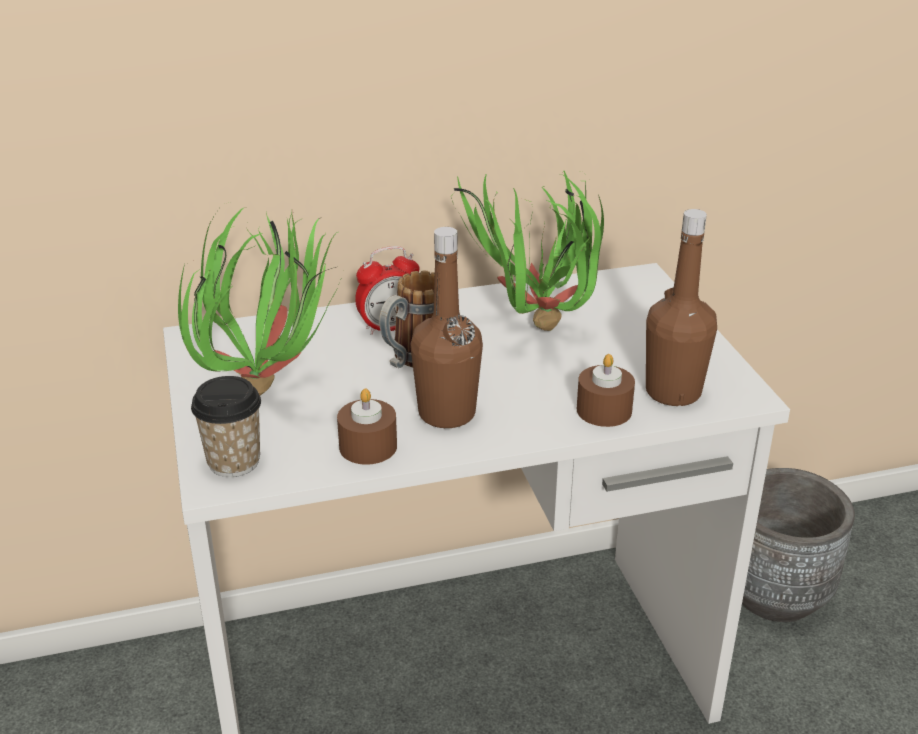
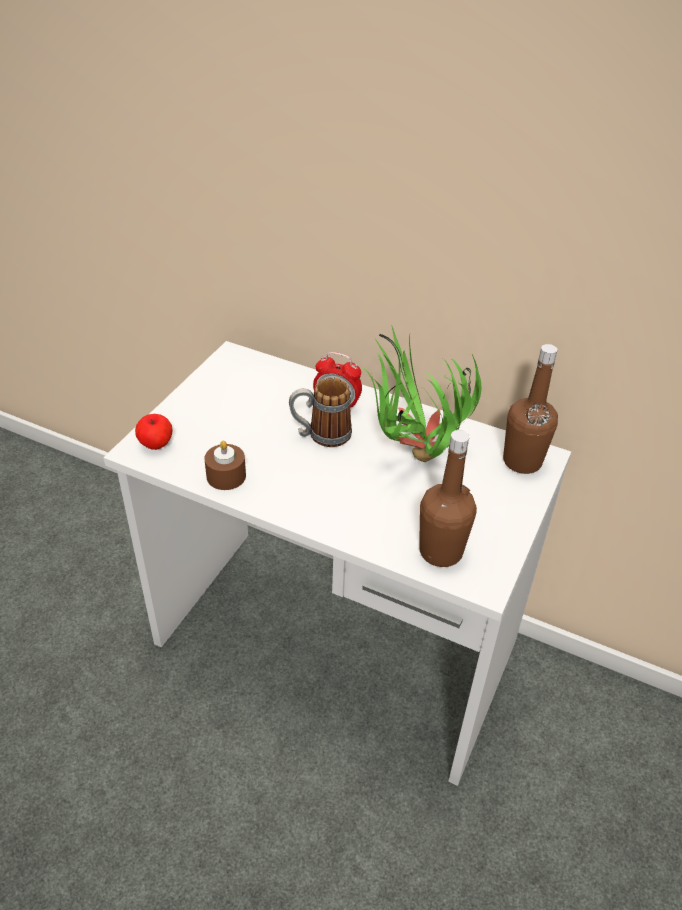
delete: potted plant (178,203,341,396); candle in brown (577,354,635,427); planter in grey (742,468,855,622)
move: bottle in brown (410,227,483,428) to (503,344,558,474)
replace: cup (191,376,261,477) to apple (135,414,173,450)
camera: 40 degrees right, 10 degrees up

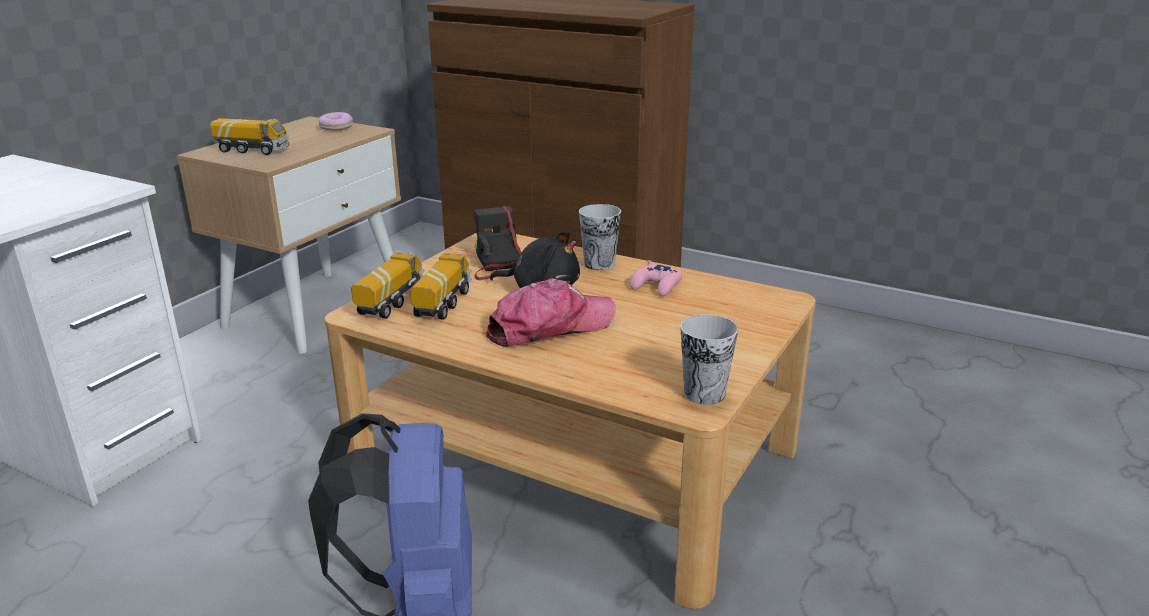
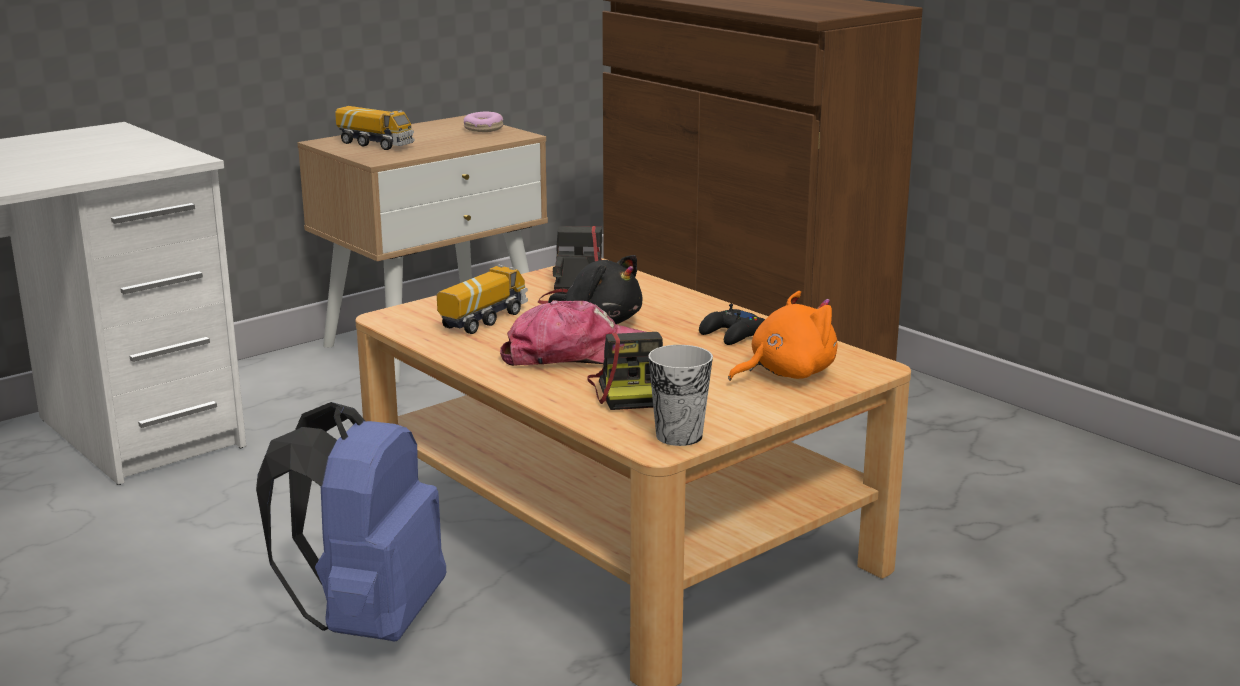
delete: toy truck (351,251,425,319); cup (579,204,621,270)
insert: photo camera (587,332,663,410); plush toy in orange (728,291,838,381)
recolor: game controller in pink (630,260,682,296) to game controller in black (699,304,765,345)
camera: 20 degrees right, 5 degrees down

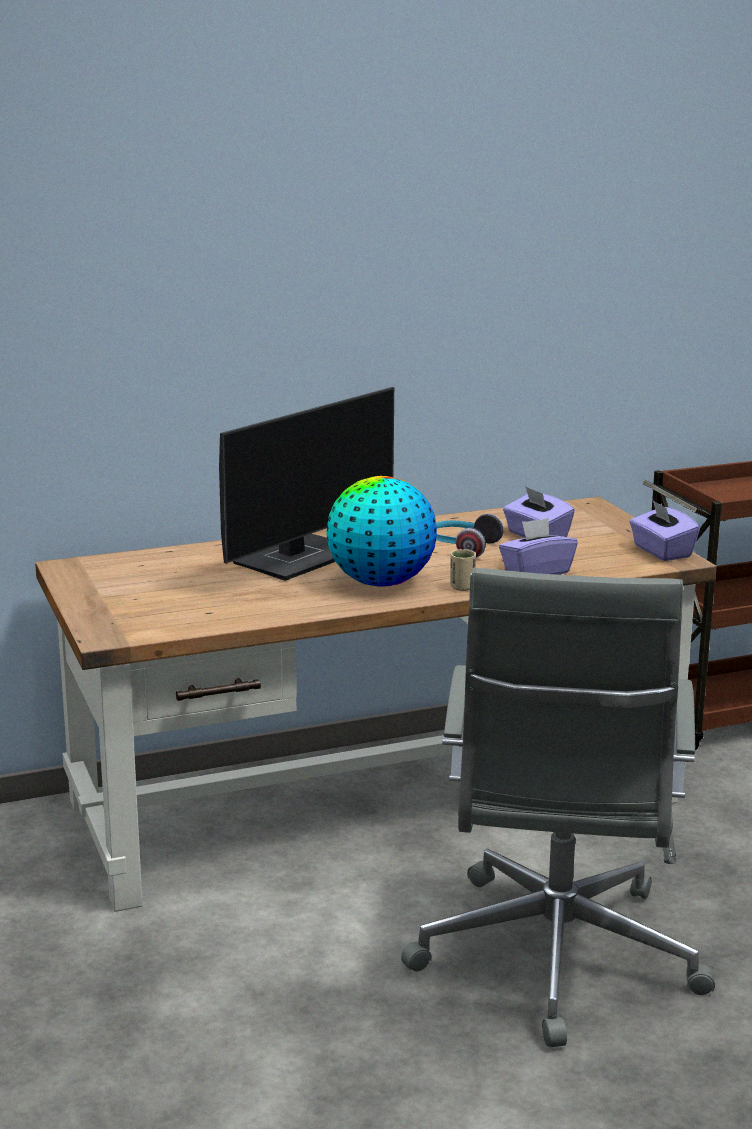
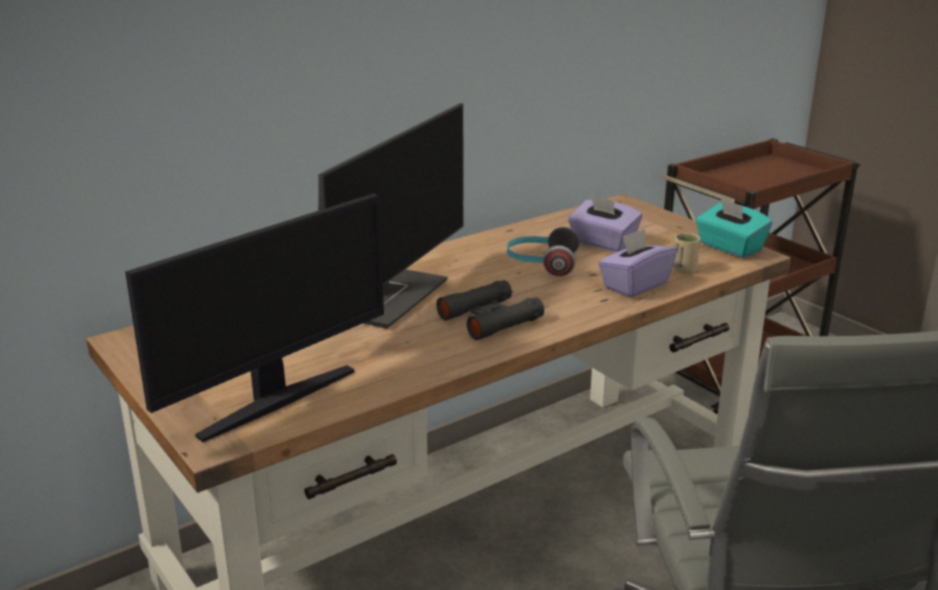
insert: monitor (125,193,384,442)
move: cup in beige (450,549,476,591) to (673,233,700,274)
replace: globe (326,476,437,587) to binoculars in black (436,280,544,340)
recolor: tissue box in purple (630,499,700,561) to tissue box in turquoise (696,197,773,258)
camera: 15 degrees left, 5 degrees up

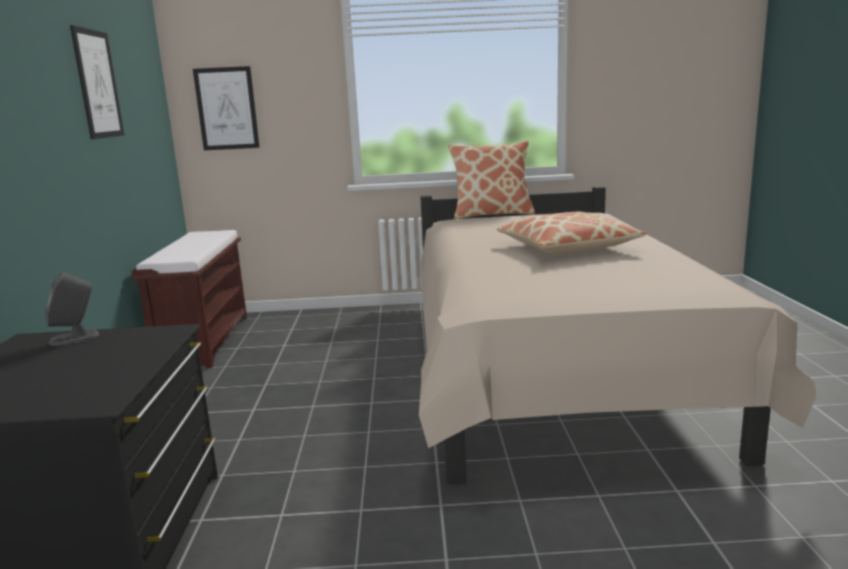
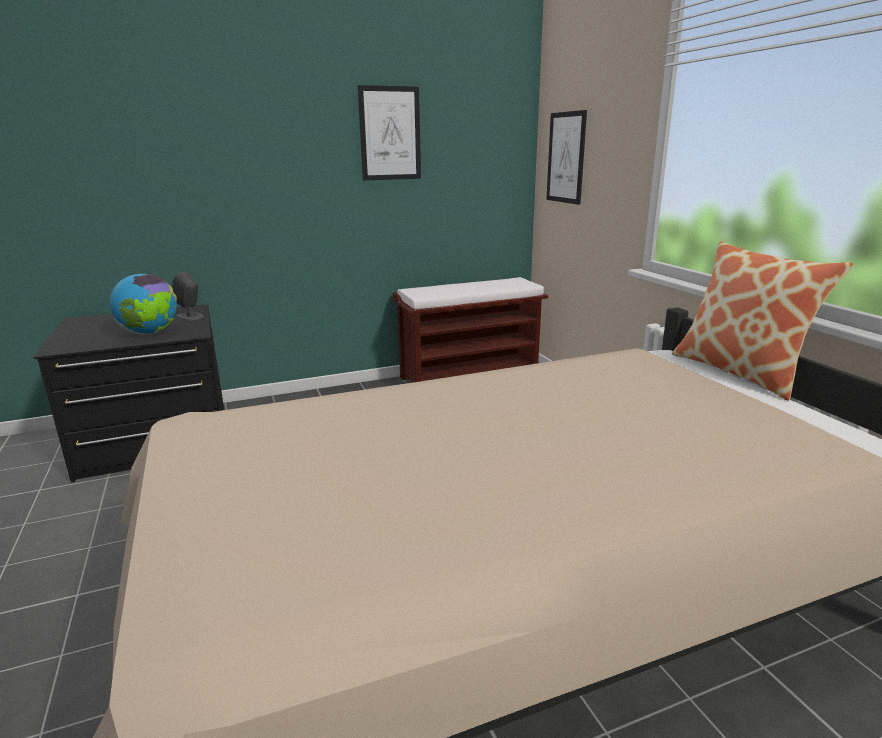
delete: pillow (497,212,646,254)
insert: globe (110,274,177,335)
camera: 70 degrees right, 5 degrees up

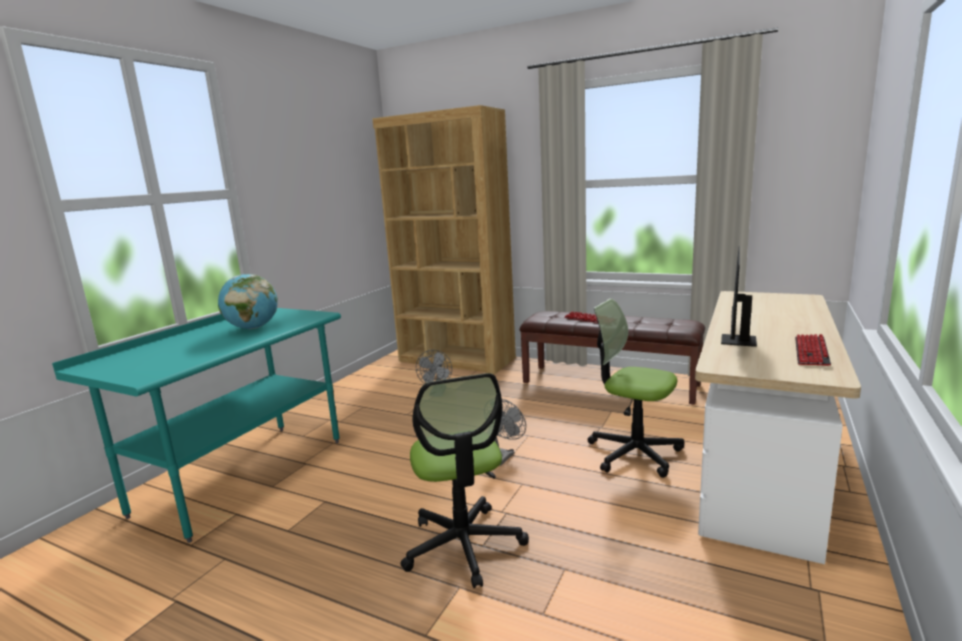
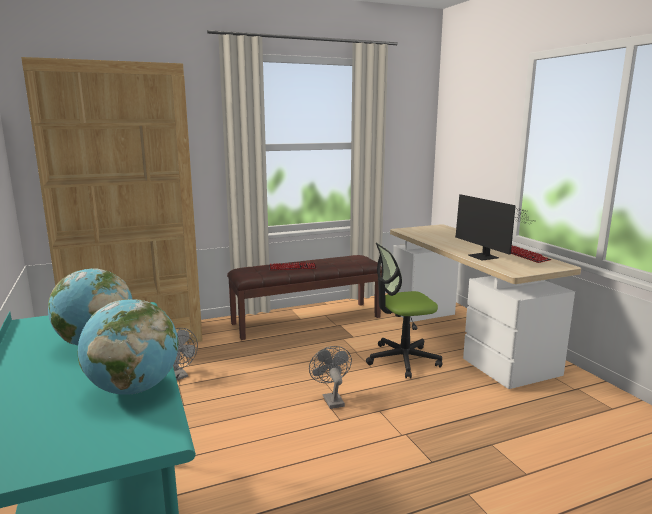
delete: office chair (400,373,529,588)
insert: globe (77,299,179,395)
camera: 50 degrees left, 0 degrees up

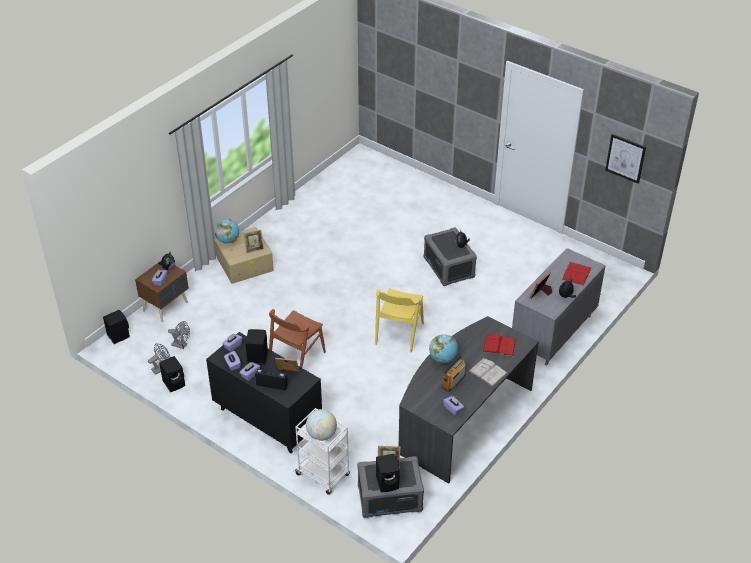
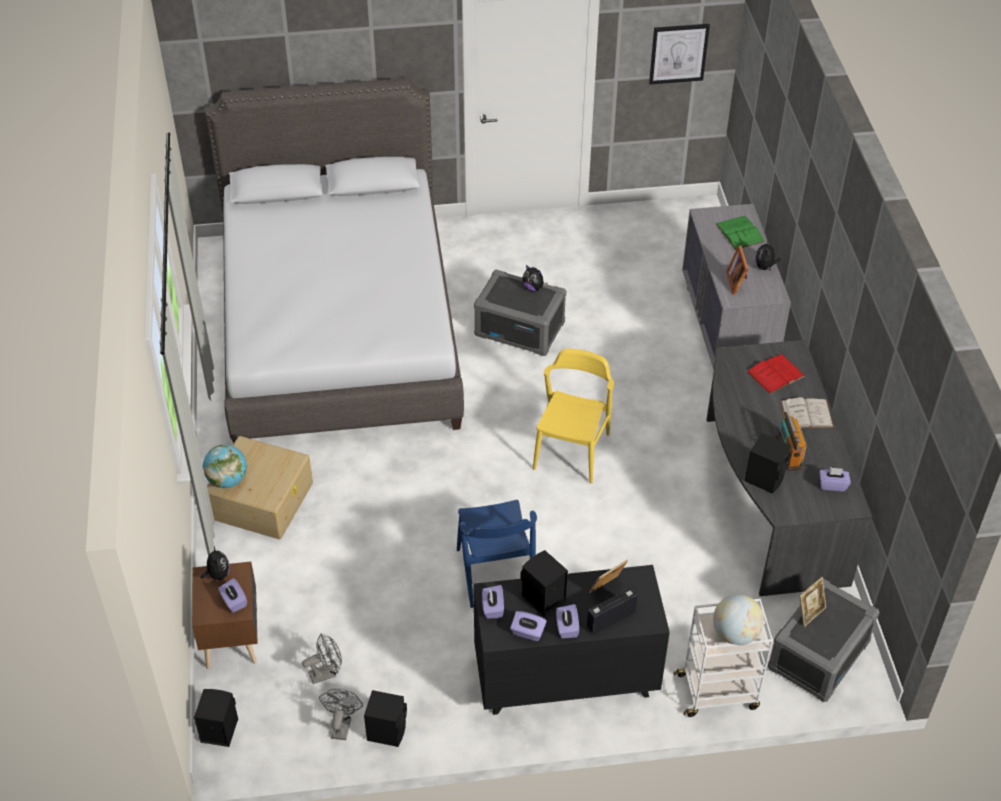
delete: picture frame (243,230,264,253); globe (429,334,458,363)
insert: bed in grey (205,78,464,443)
move: speaker in black (376,454,400,492) to (745,433,791,494)
recolor: chair in brown (269,309,326,368) to chair in blue (457,500,537,608); book in red (562,262,591,286) to book in green (716,216,765,250)
rotate: chair in yellow (375,288,424,352) = (533,349,614,484) 135 degrees counterclockwise
camera: 45 degrees left, 5 degrees up

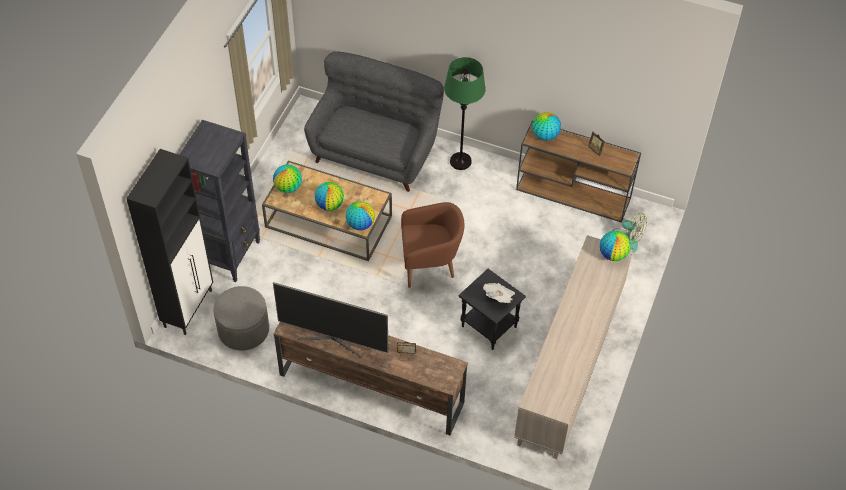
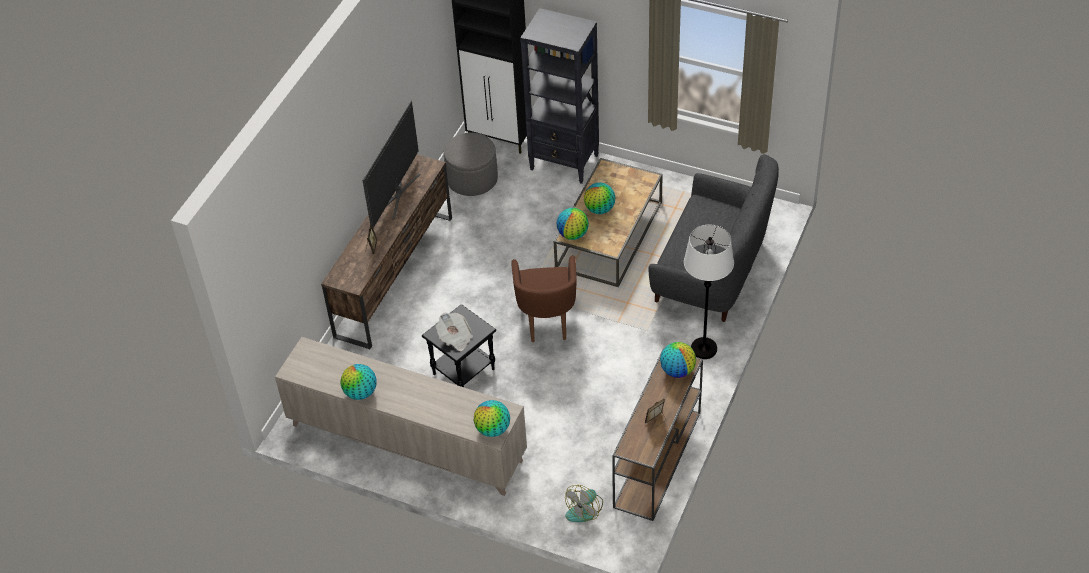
move: globe (273,164,302,193) to (341,364,377,400)
recolor: floor lamp in green (444,57,486,170) to floor lamp in white (684,225,734,359)
camera: 95 degrees right, 5 degrees down

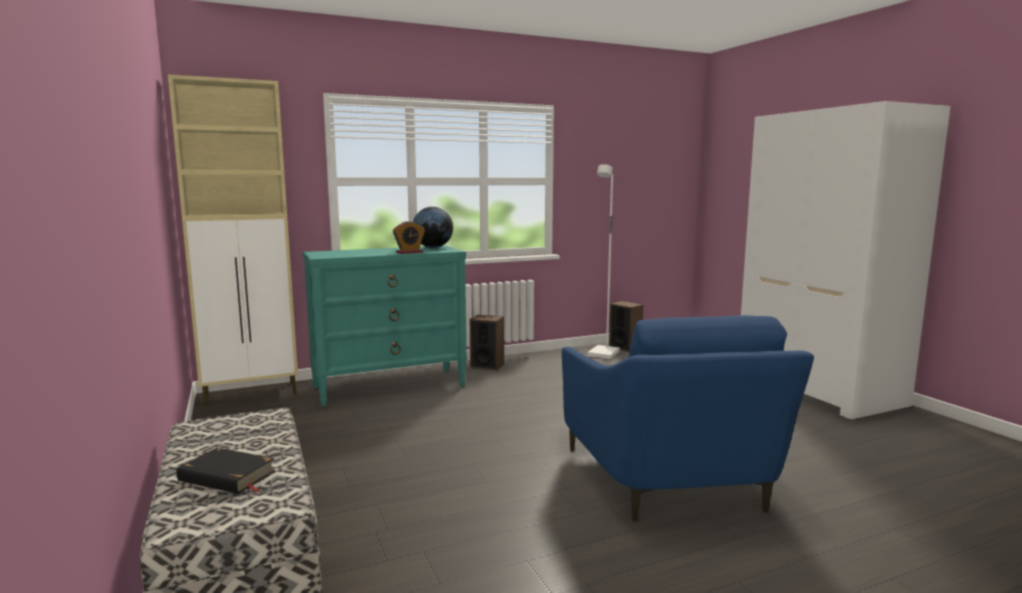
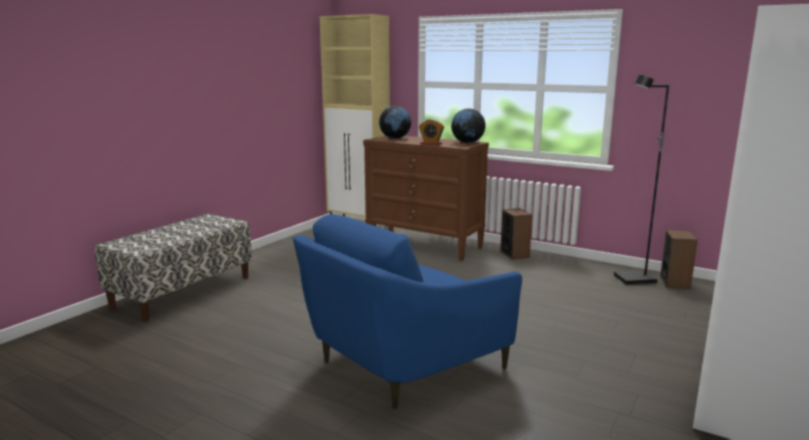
delete: book in black (177,448,275,494)
insert: globe (379,106,411,139)
recolor: dresser in turquoise (303,246,467,406) to dresser in brown (363,136,489,261); floor lamp in white (588,164,620,359) to floor lamp in black (614,75,669,285)
camera: 55 degrees right, 5 degrees up

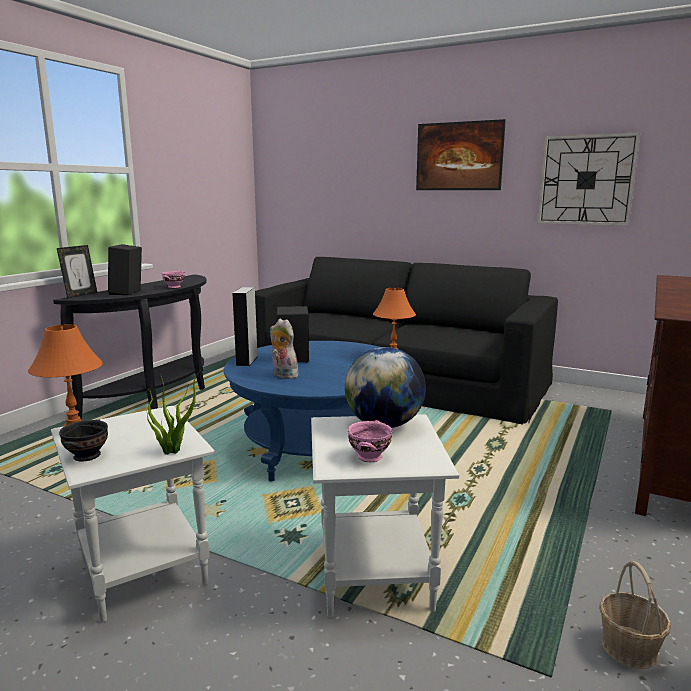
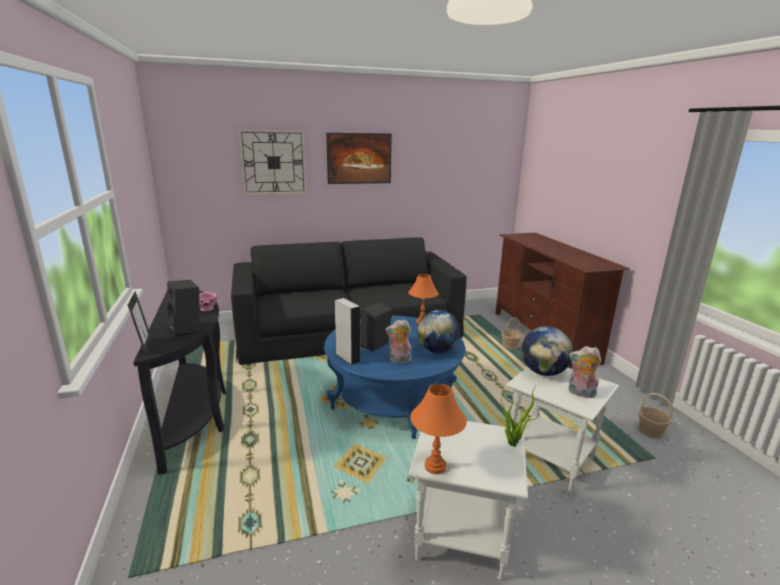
delete: bowl in black (59,419,108,462)
insert: globe (417,310,461,353); basket (501,318,523,349)
move: wall clock (537,132,640,226) to (238,129,307,195)
replace: bowl in pink (348,420,393,462) to plush toy (568,346,602,398)
camera: 45 degrees left, 5 degrees up

